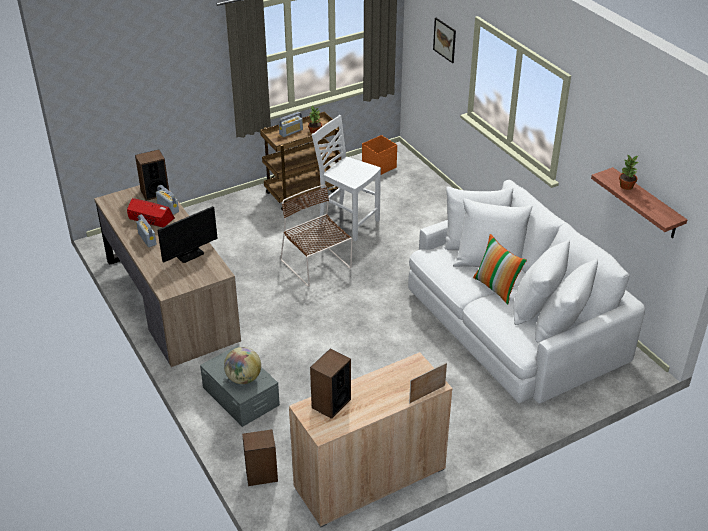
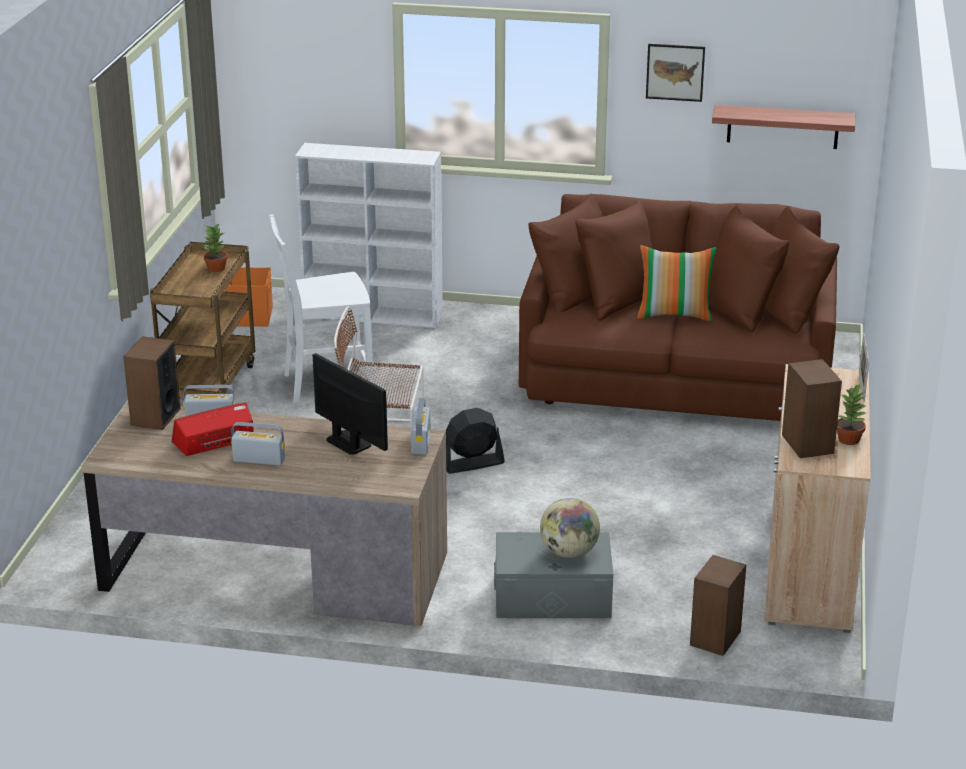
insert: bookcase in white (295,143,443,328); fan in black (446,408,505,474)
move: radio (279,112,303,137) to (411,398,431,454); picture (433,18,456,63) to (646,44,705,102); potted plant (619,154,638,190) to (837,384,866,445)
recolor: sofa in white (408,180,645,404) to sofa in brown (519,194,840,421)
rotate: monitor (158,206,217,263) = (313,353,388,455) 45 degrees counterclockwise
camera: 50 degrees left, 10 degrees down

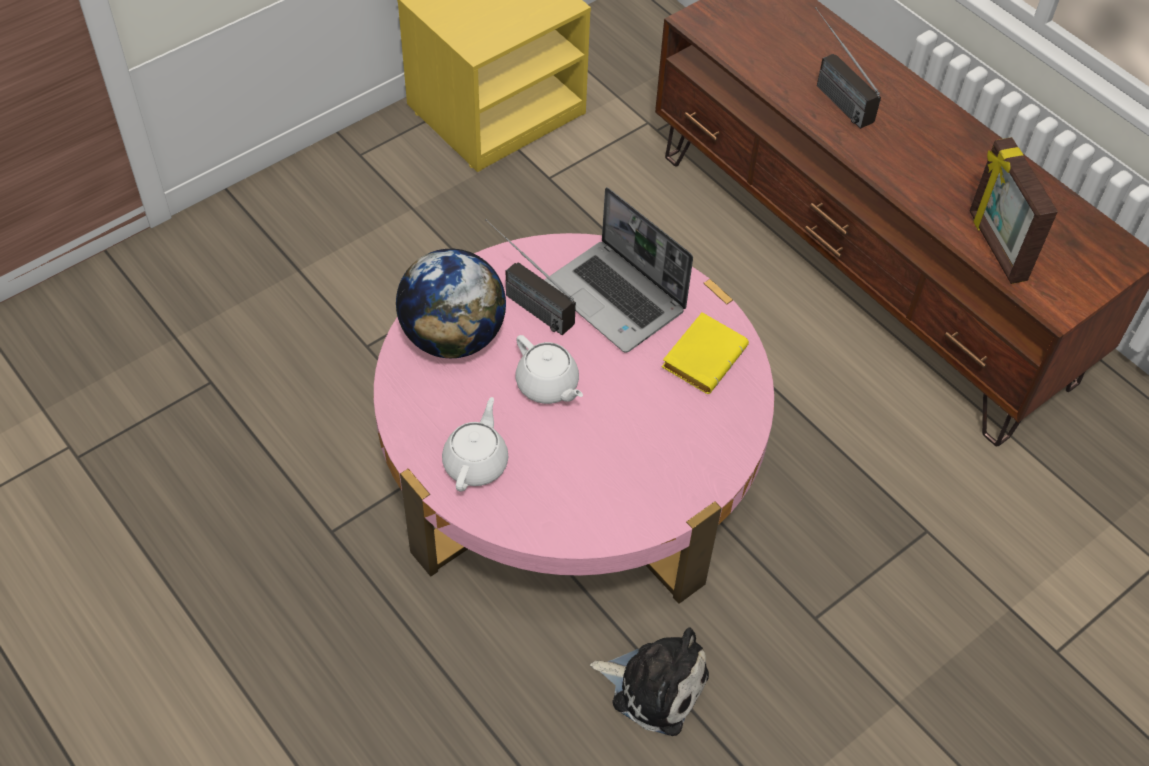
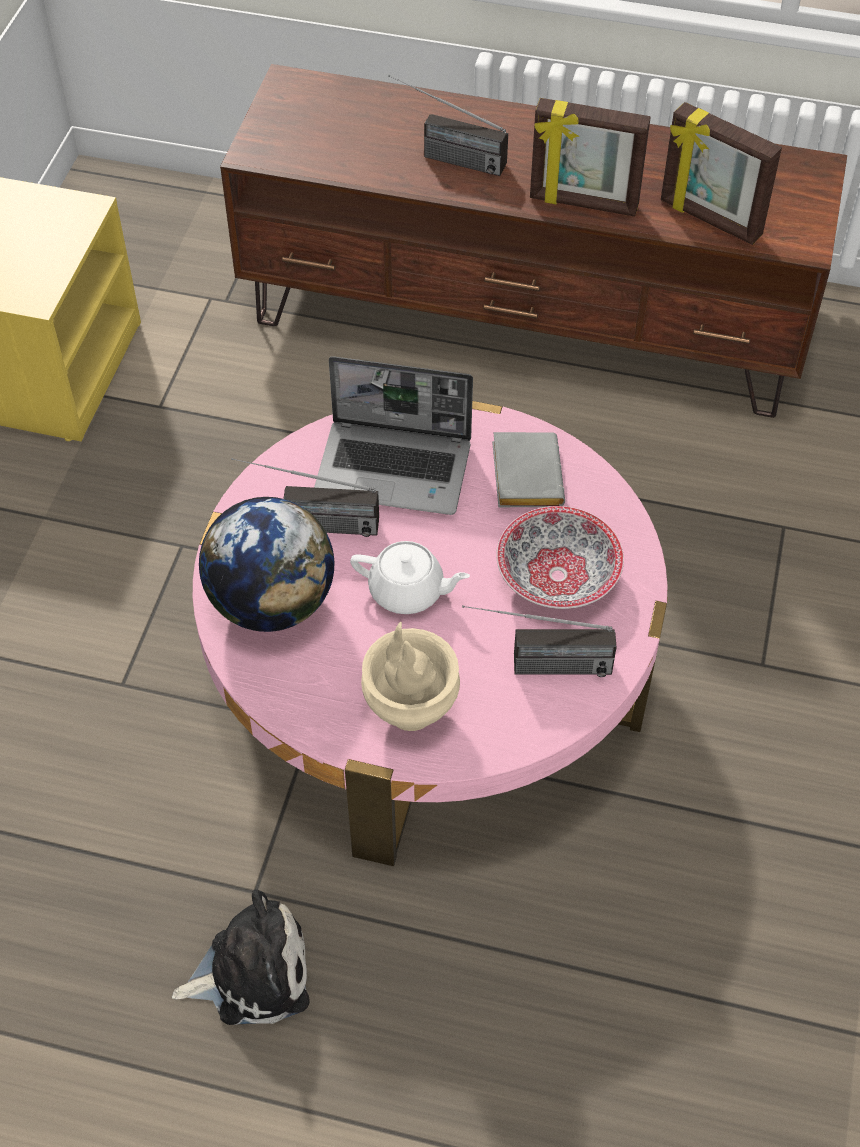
insert: radio (462,605,616,677); bowl (496,506,624,609); picture frame (530,98,651,217)
move: plush toy (590,627,709,736) to (172,889,310,1025)
replace: teapot in white (442,397,508,492) to vase in beige (361,622,460,731)
recolor: book in yellow (661,312,749,394) to book in grey (492,432,565,507)
camera: 35 degrees left, 0 degrees up

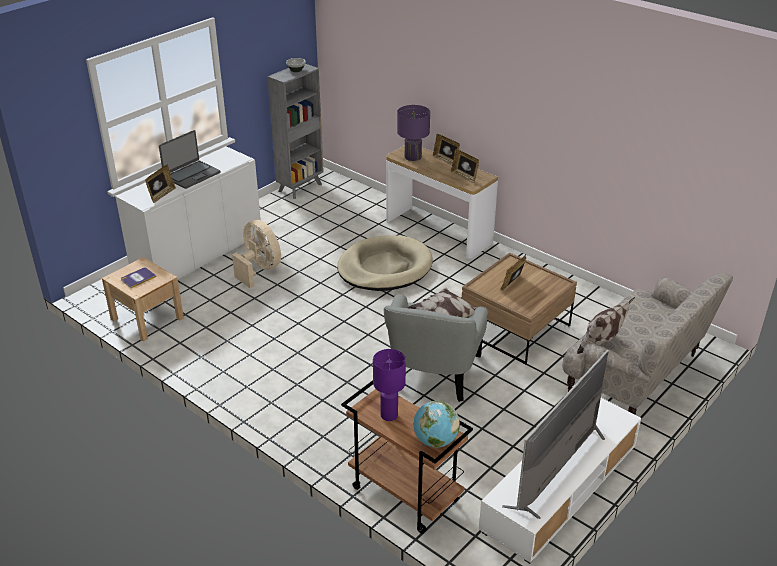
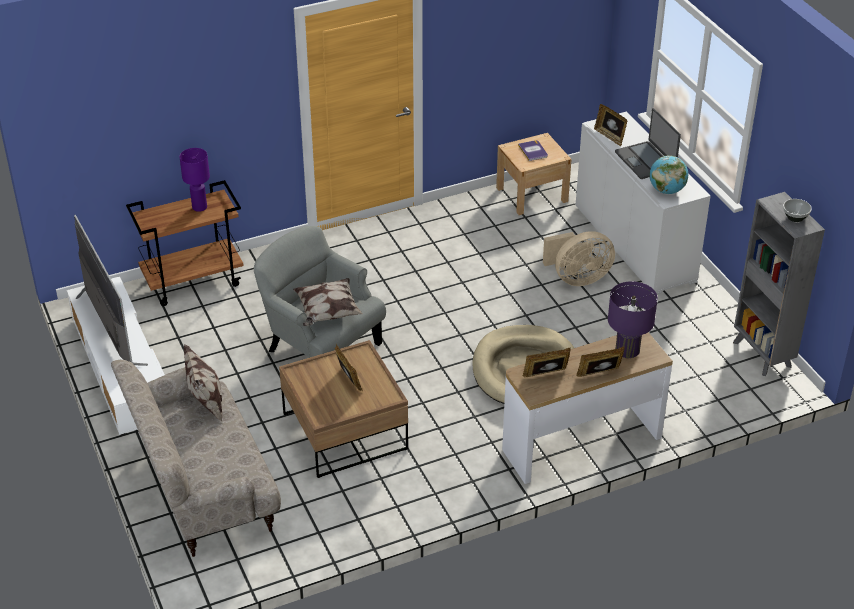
move: globe (413,401,460,448) to (649,155,688,194)
camera: 115 degrees right, 5 degrees up

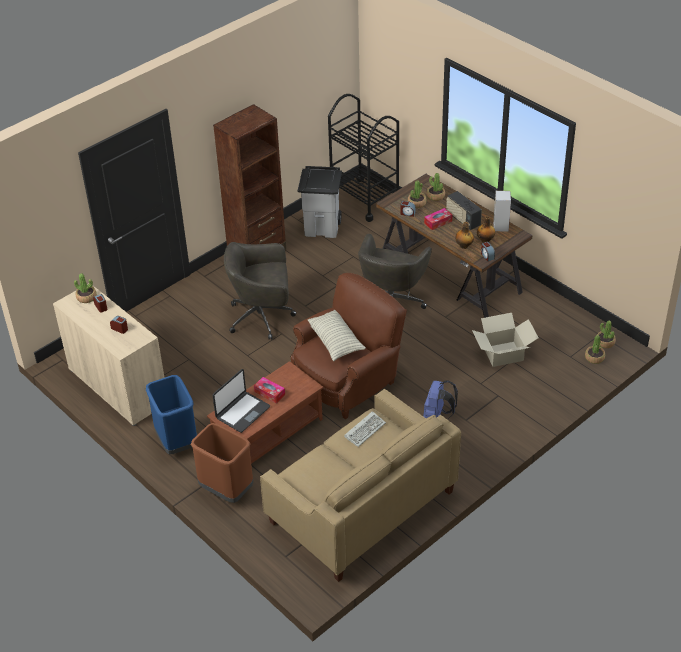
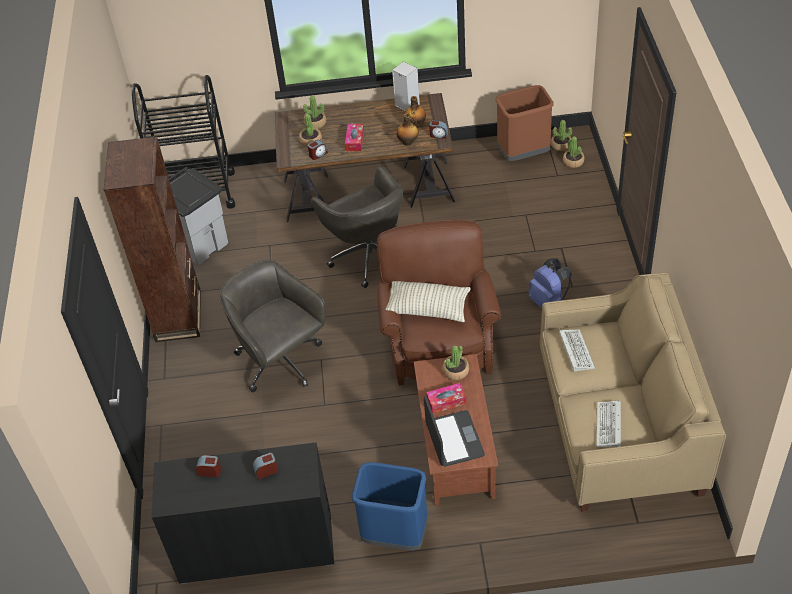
delete: radio (446,191,482,230); cardboard box (472,313,539,367)
insert: keyboard (596,400,621,447)
move: potted plant (74,274,97,303) to (443,346,469,380); trash can in brown (191,423,253,503) to (496,85,554,161)
recolor: cabinet in beige (53,283,165,426) to cabinet in black (152,442,334,584)
rotate: office chair in grey (224,242,297,340) = (219,260,326,392) 105 degrees clockwise
camera: 50 degrees left, 5 degrees up

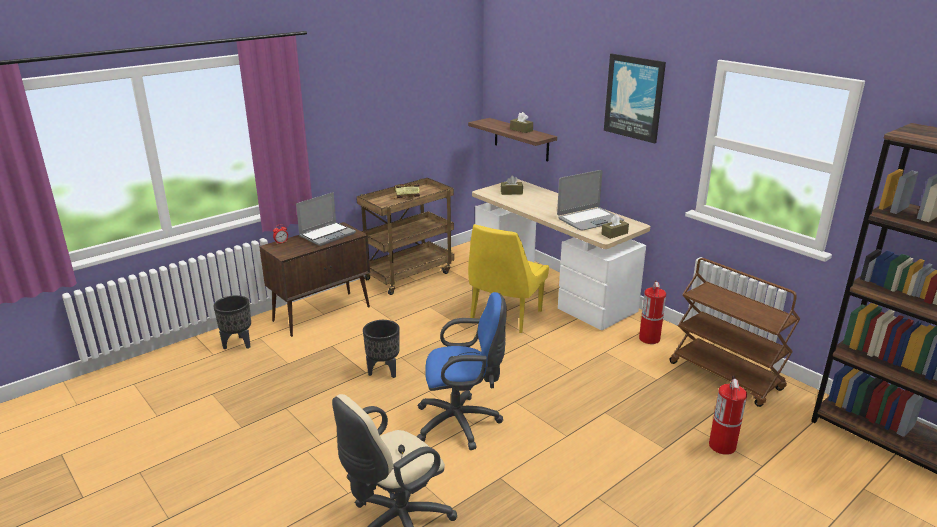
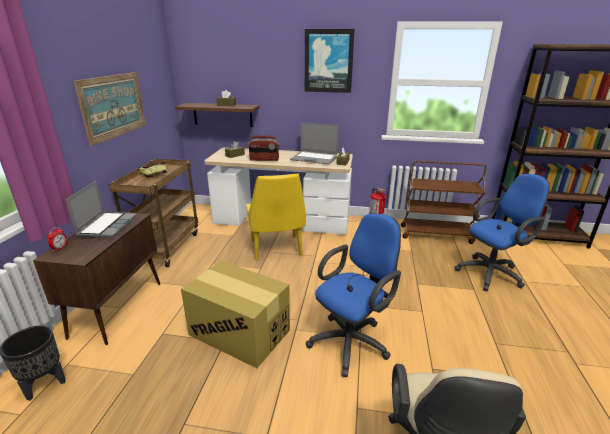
insert: picture (74,72,146,146); radio (248,136,280,161)
replace: planter in black (363,320,400,378) to cardboard box (181,261,290,368); fire extinguisher (709,376,747,455) to office chair in blue (454,174,550,291)
rotate: laptop (557,170,624,231) = (290,122,339,164) 90 degrees clockwise
camera: 40 degrees left, 0 degrees up

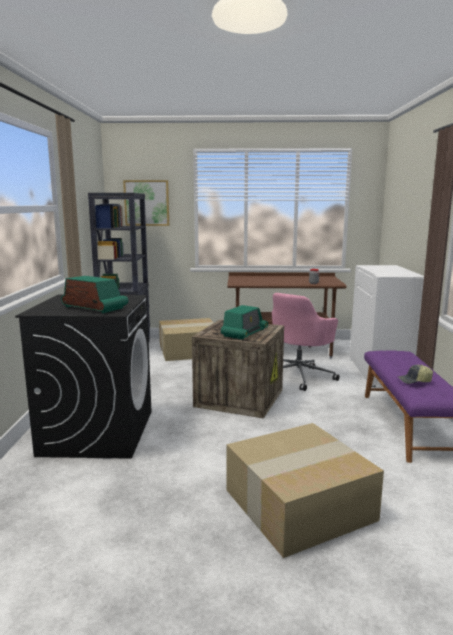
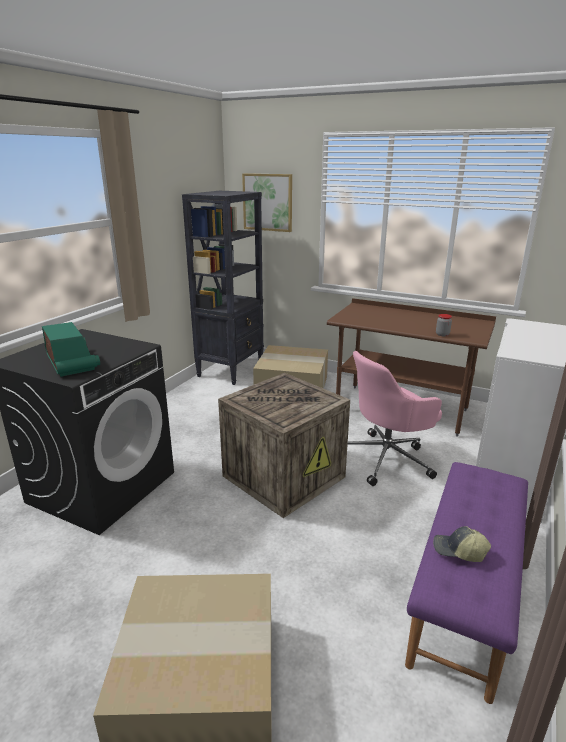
delete: radio (221,305,268,340)
camera: 25 degrees right, 10 degrees up

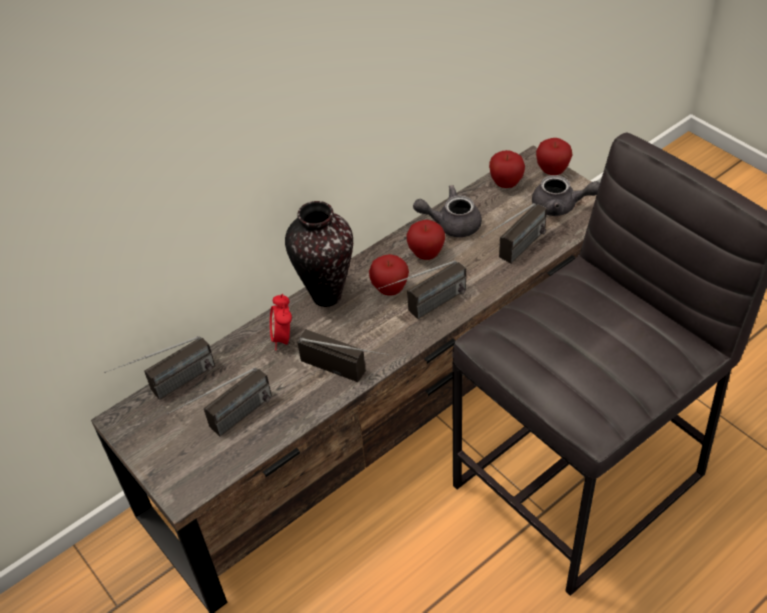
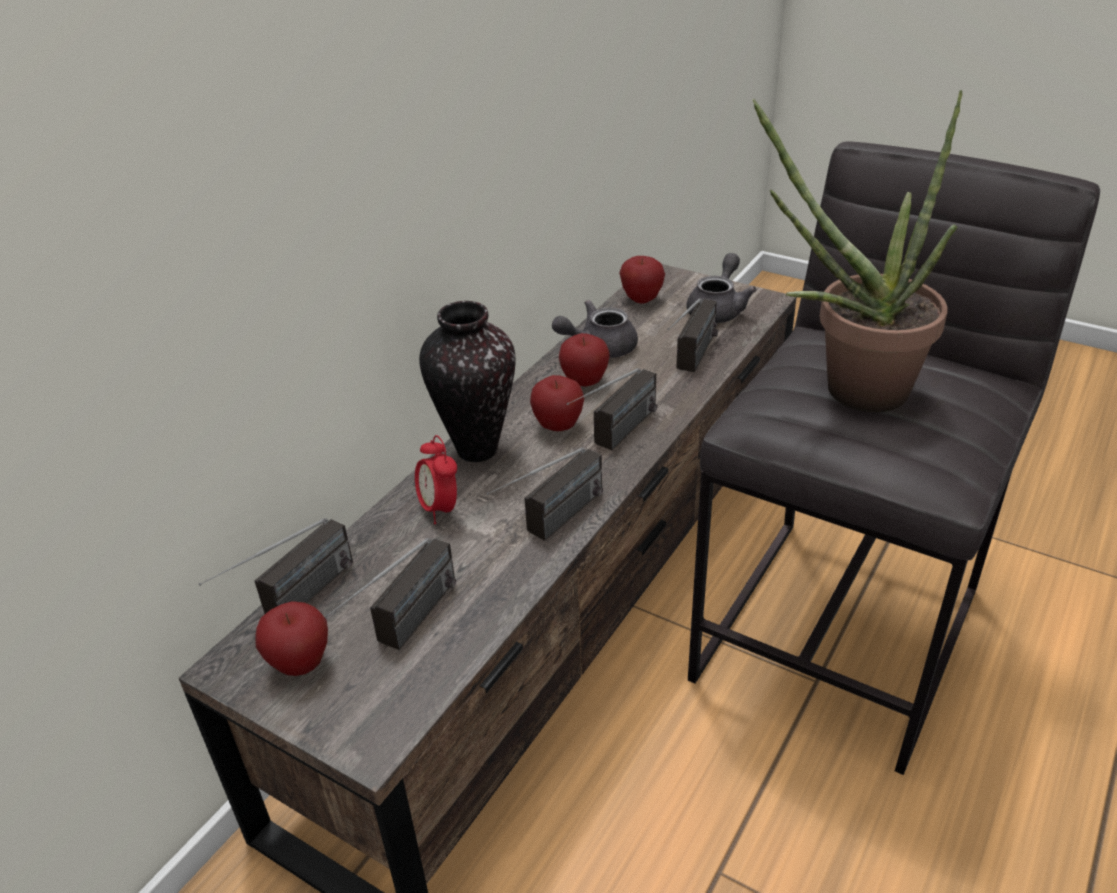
insert: potted plant (752,90,962,412)
move: apple (536,138,572,175) to (255,601,328,676)
rotate: radio (298,329,389,382) = (487,448,603,541) 120 degrees clockwise; teapot in grey (532,175,600,216) = (686,253,757,323) 60 degrees counterclockwise
camera: 20 degrees left, 10 degrees down

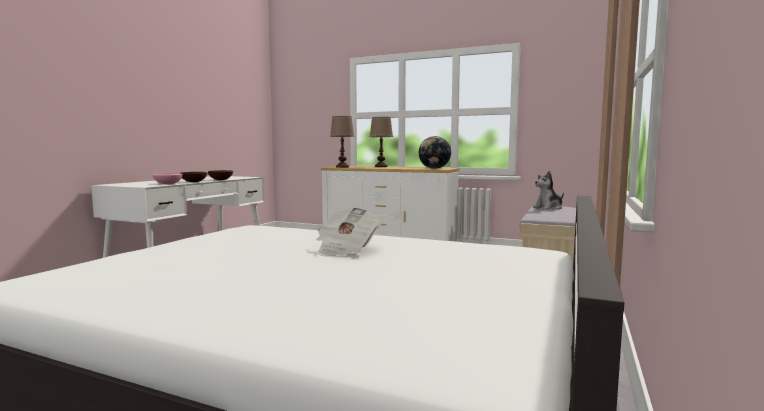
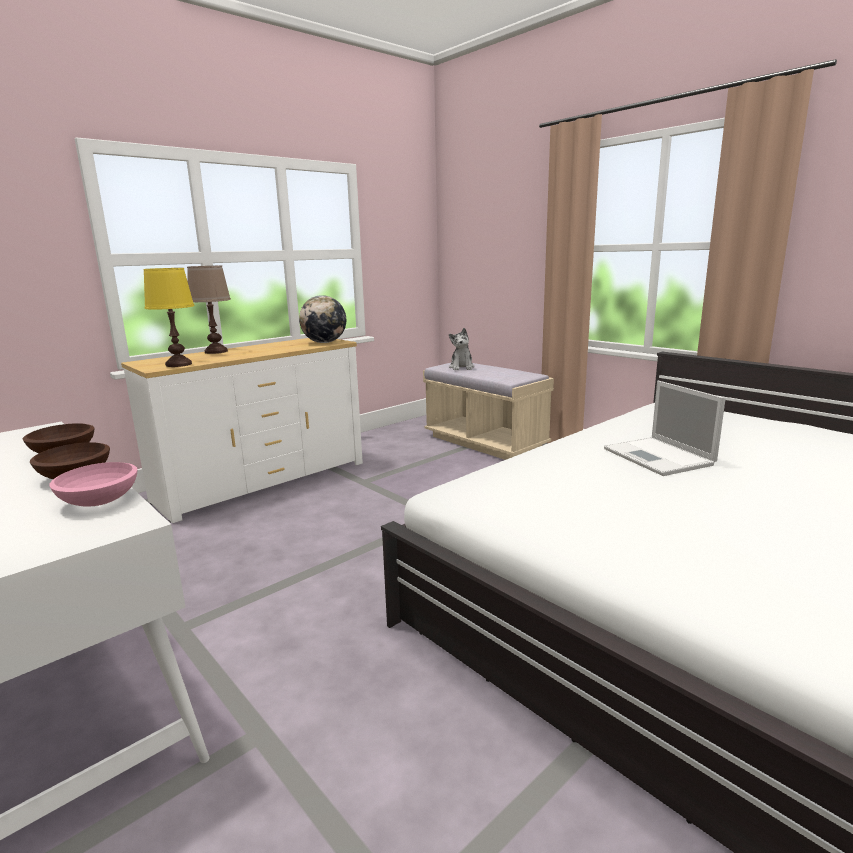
replace: newspaper (316,207,381,257) to laptop (604,380,725,476)
recolor: table lamp in brown (330,116,354,168) to table lamp in yellow (143,268,195,367)
camera: 65 degrees left, 10 degrees up

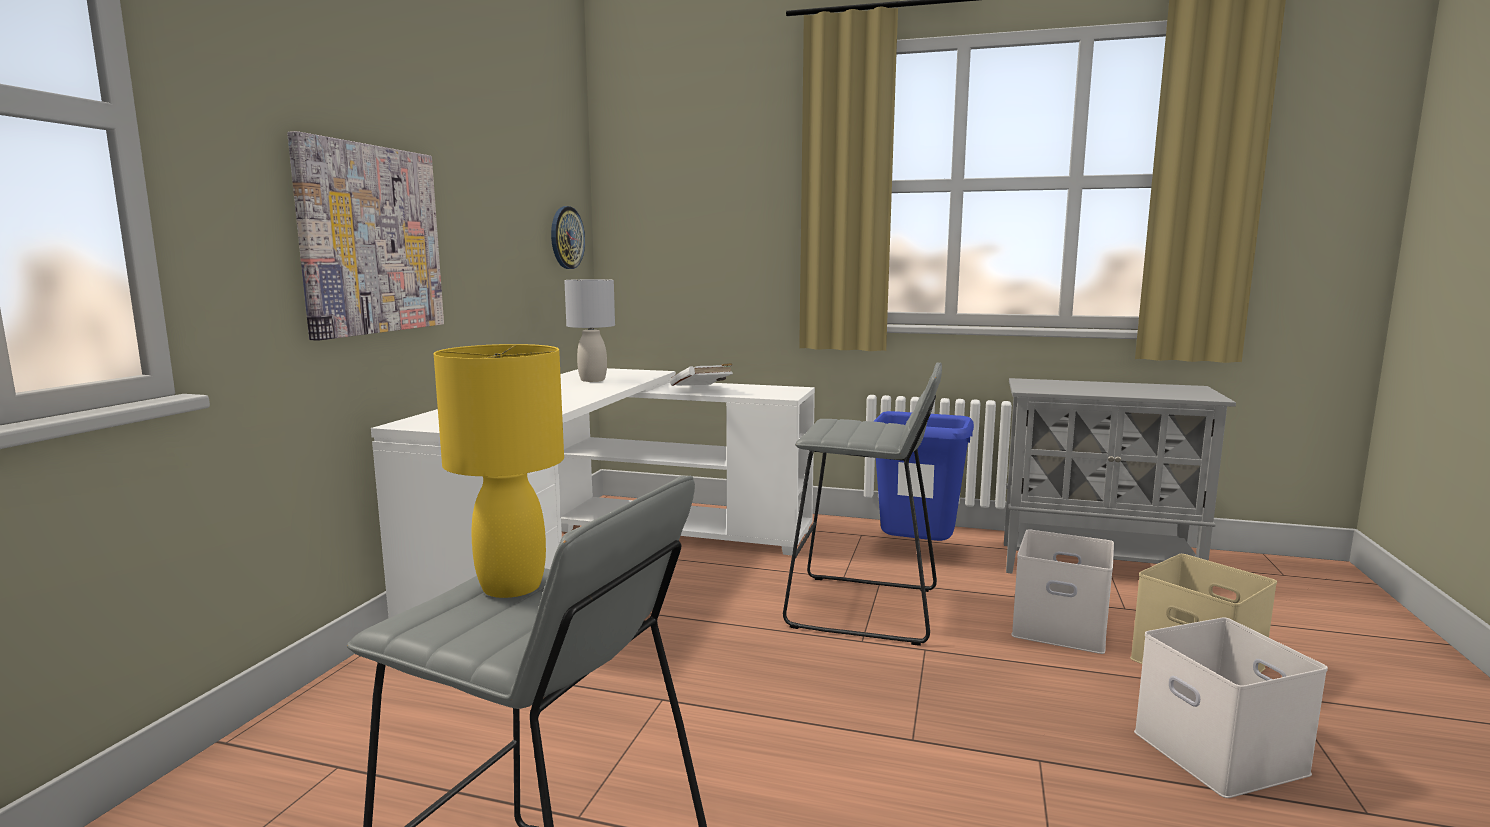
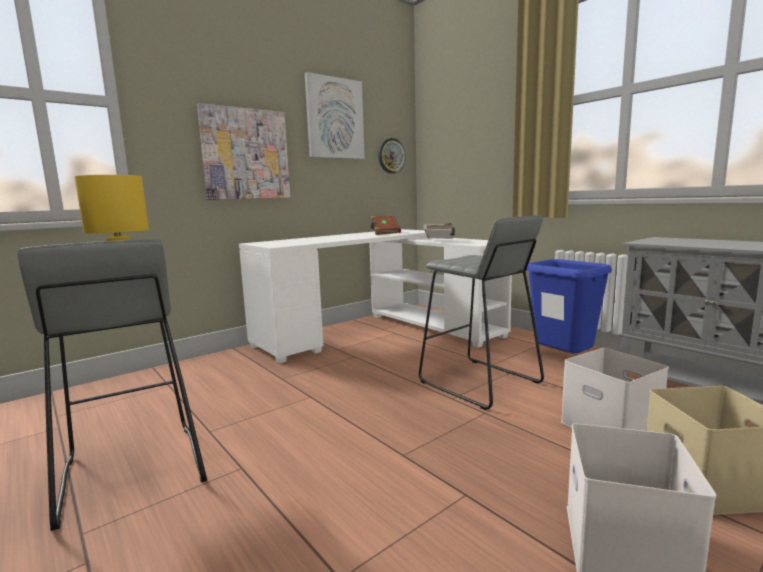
insert: picture (305,72,365,159)
replace: table lamp in grey (564,279,615,382) to book in brown (371,216,401,235)
camera: 35 degrees right, 0 degrees up

